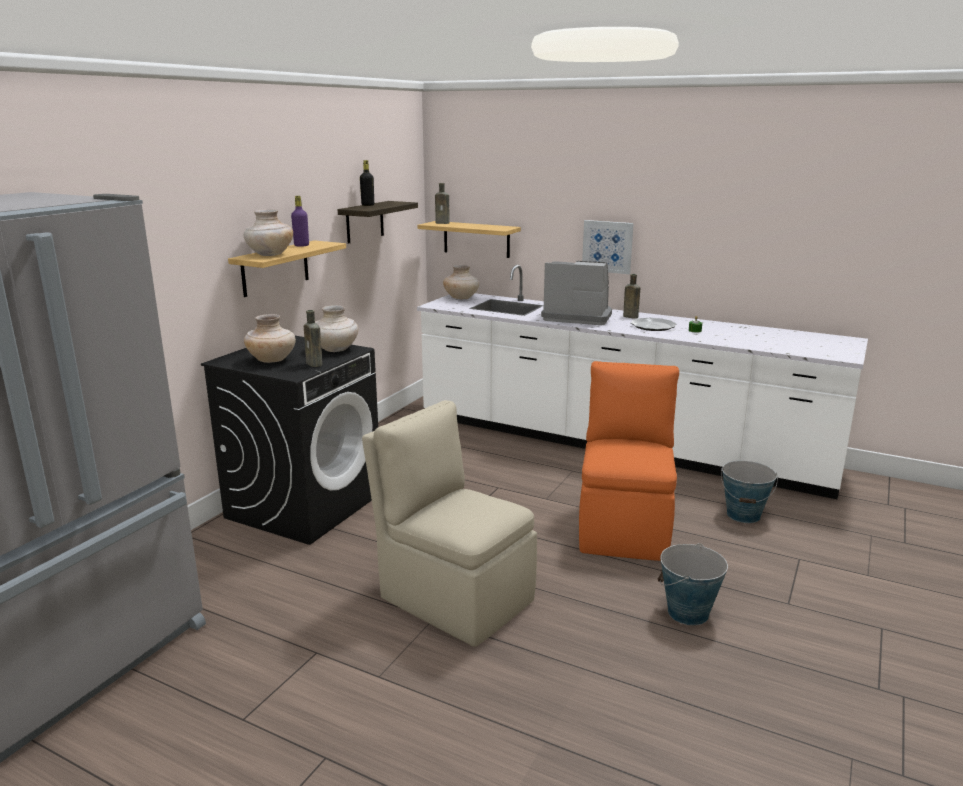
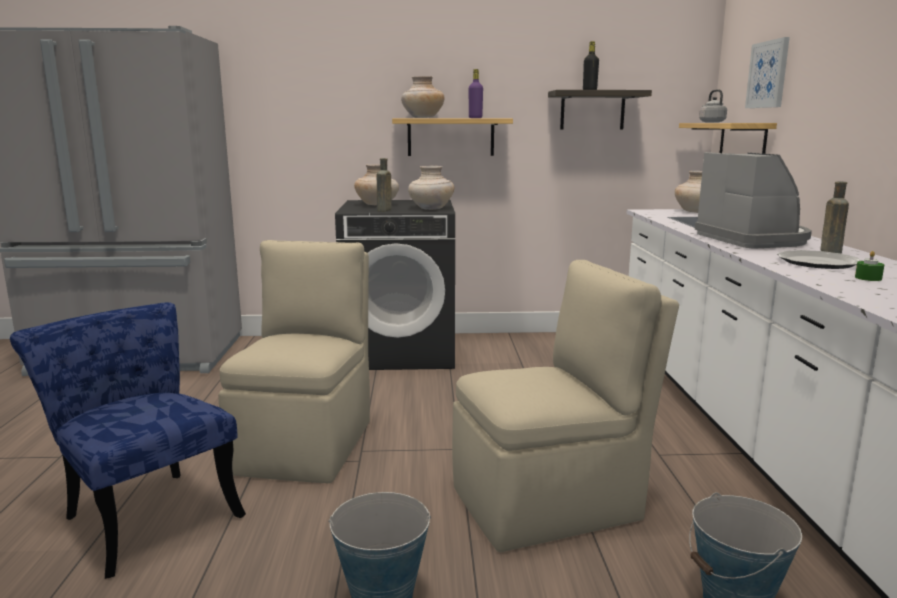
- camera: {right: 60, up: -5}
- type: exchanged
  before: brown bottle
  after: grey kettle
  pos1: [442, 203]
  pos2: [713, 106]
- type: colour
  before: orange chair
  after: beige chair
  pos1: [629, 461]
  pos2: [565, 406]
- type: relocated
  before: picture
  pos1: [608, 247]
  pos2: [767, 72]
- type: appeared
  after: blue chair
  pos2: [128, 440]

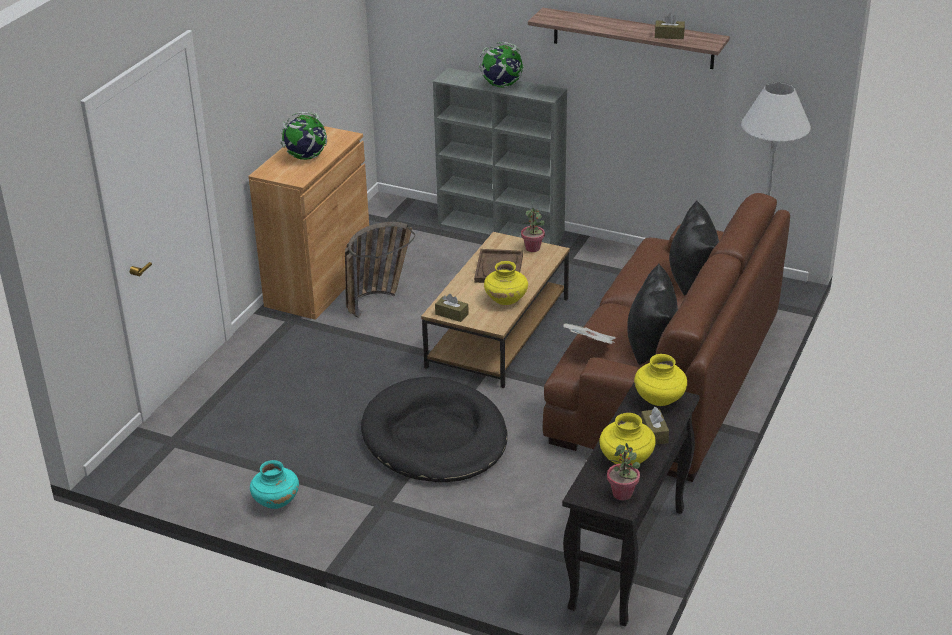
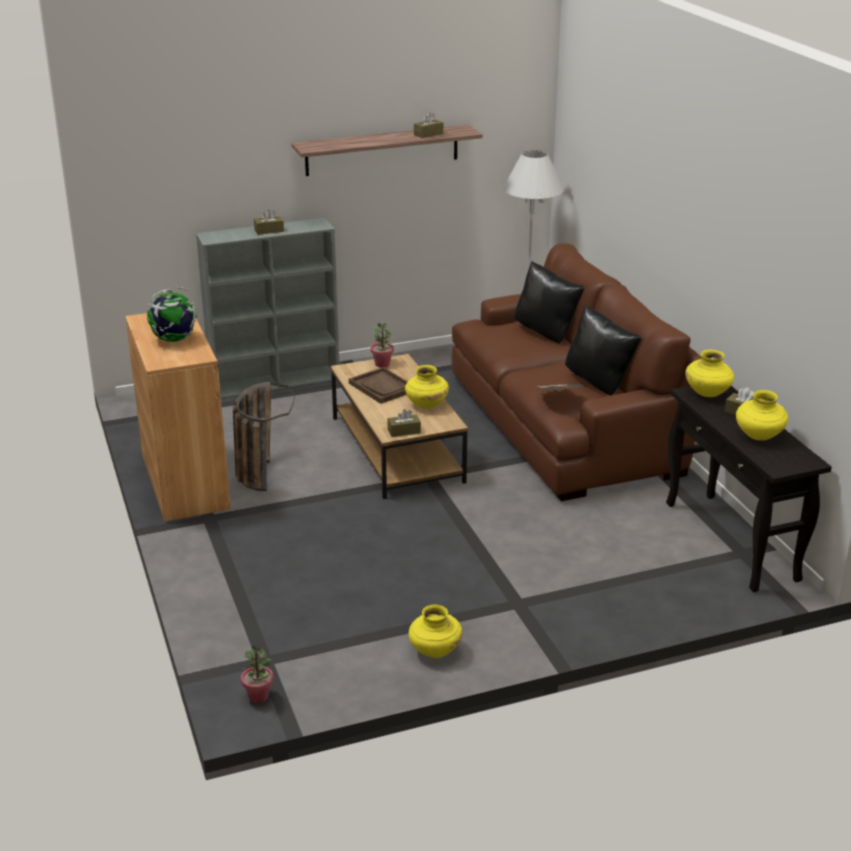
- camera: {right: -45, up: -5}
- type: colour
  before: turquoise vase
  after: yellow vase
  pos1: [274, 484]
  pos2: [436, 631]
- type: missing
  before: black dog bed
  pos1: [434, 429]
- type: exchanged
  before: globe
  after: brown tissue box
  pos1: [501, 65]
  pos2: [269, 222]
- type: relocated
  before: potted plant
  pos1: [623, 472]
  pos2: [257, 674]

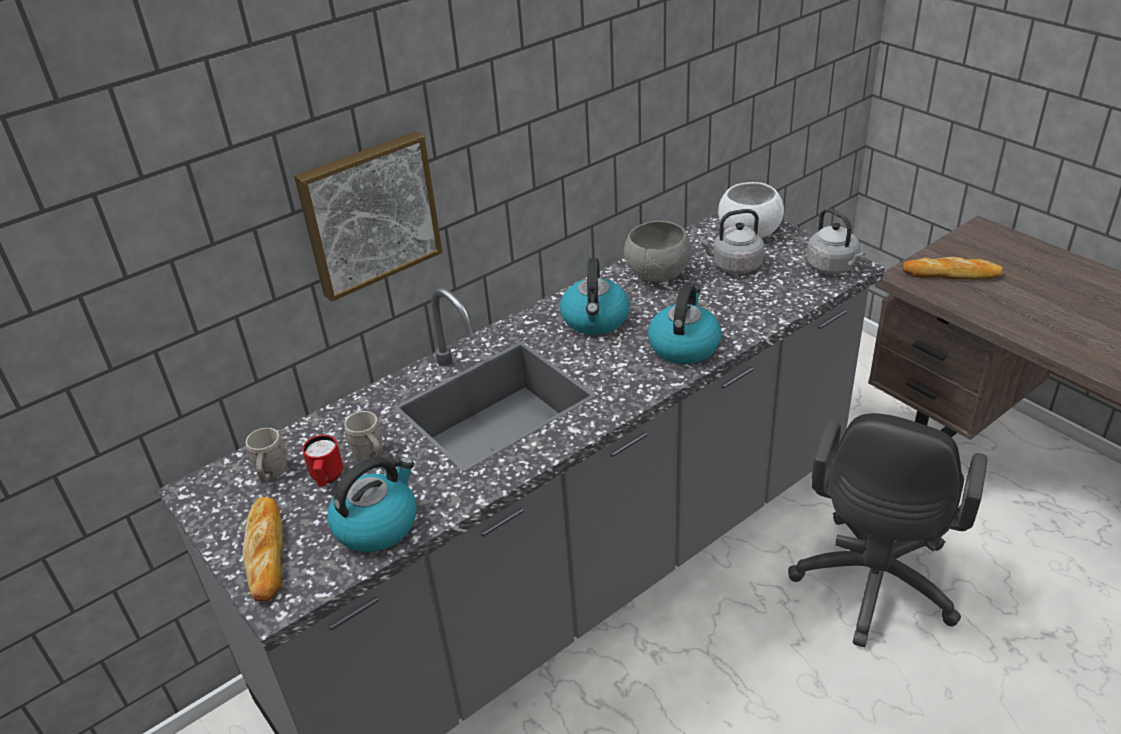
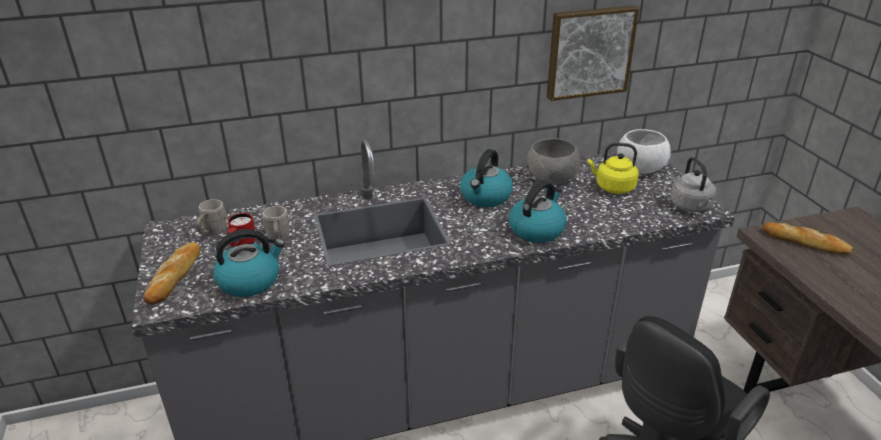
- camera: {right: 20, up: -5}
- type: relocated
  before: picture
  pos1: [368, 216]
  pos2: [593, 53]
- type: colour
  before: grey kettle
  after: yellow kettle
  pos1: [732, 241]
  pos2: [613, 168]

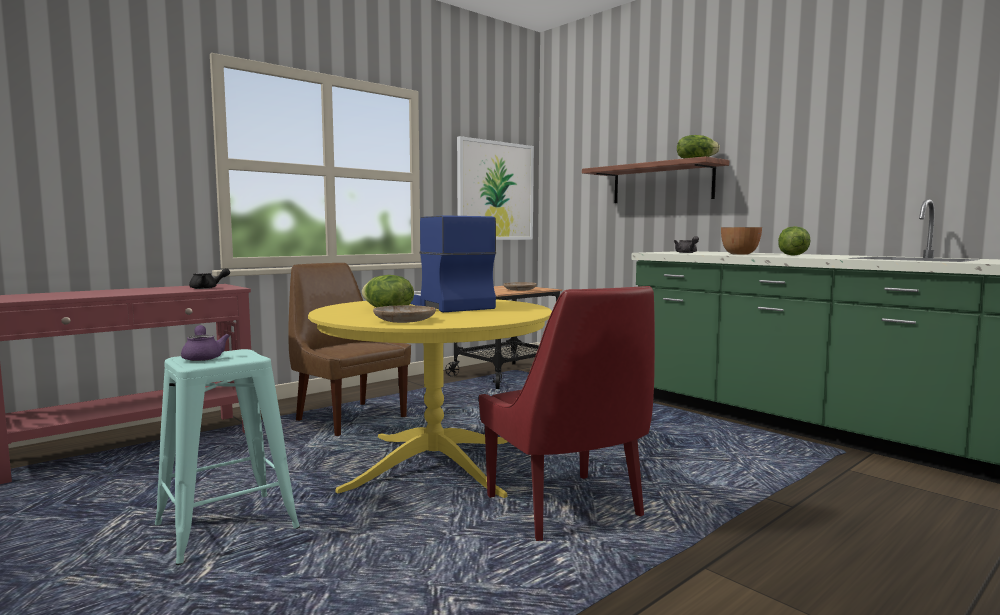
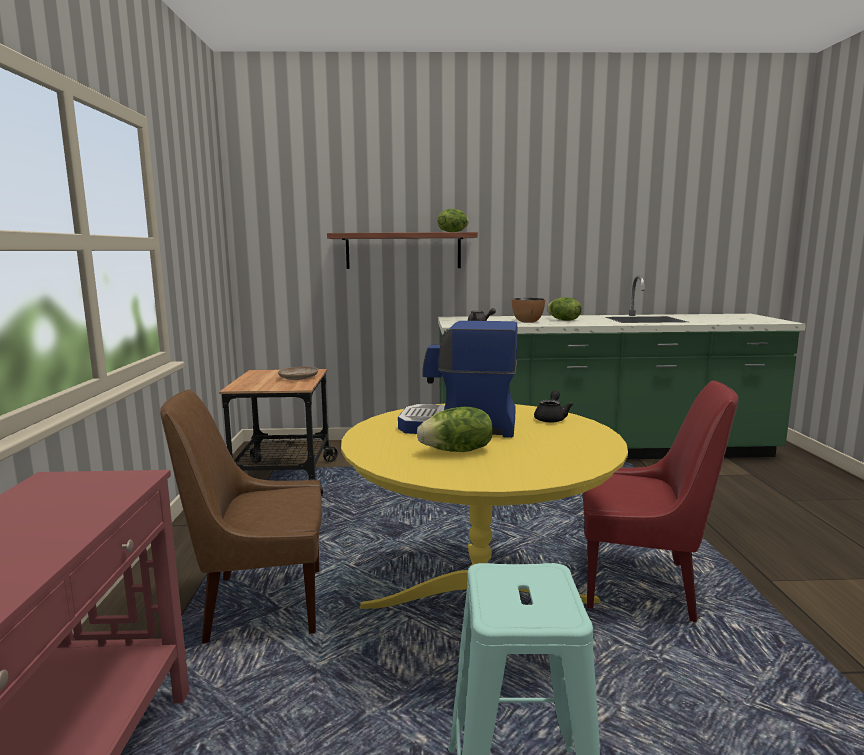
- camera: {right: -50, up: 5}
- type: missing
  before: purple teapot
  pos1: [205, 343]
- type: relocated
  before: black teapot
  pos1: [209, 278]
  pos2: [553, 406]
- type: missing
  before: beige plate
  pos1: [404, 314]
- type: missing
  before: picture
  pos1: [495, 188]

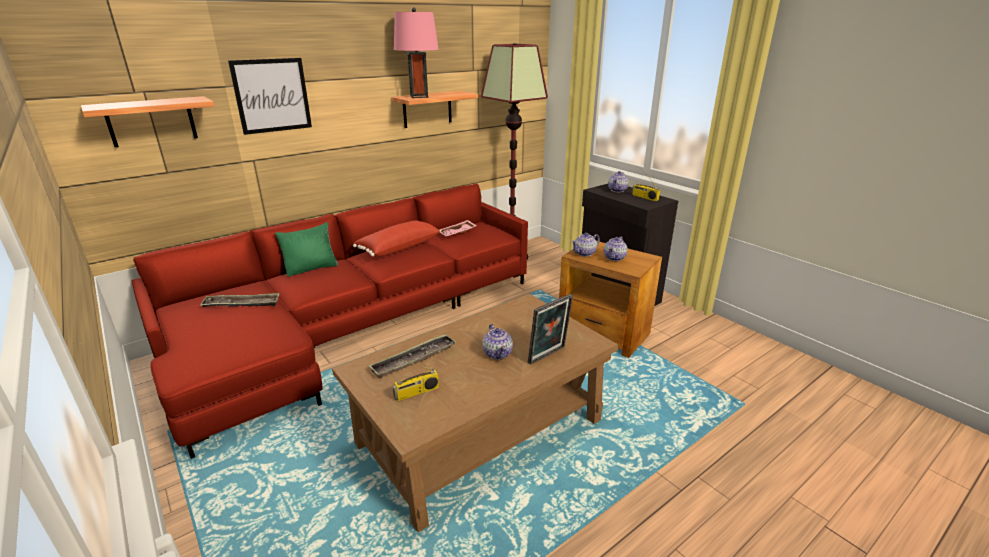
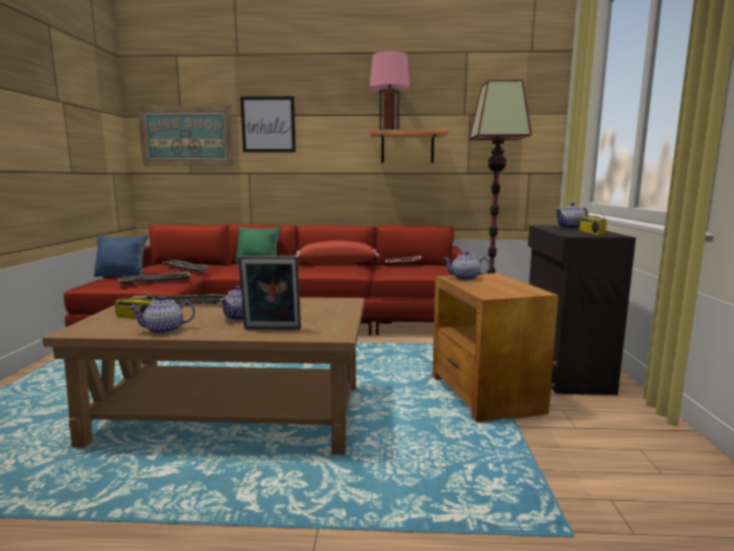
- camera: {right: 40, up: -15}
- type: exchanged
  before: shelf
  after: picture
  pos1: [148, 121]
  pos2: [185, 136]
- type: relocated
  before: teapot
  pos1: [616, 249]
  pos2: [162, 315]
- type: appeared
  after: blue pillow
  pos2: [121, 256]
- type: appeared
  after: tray
  pos2: [154, 277]

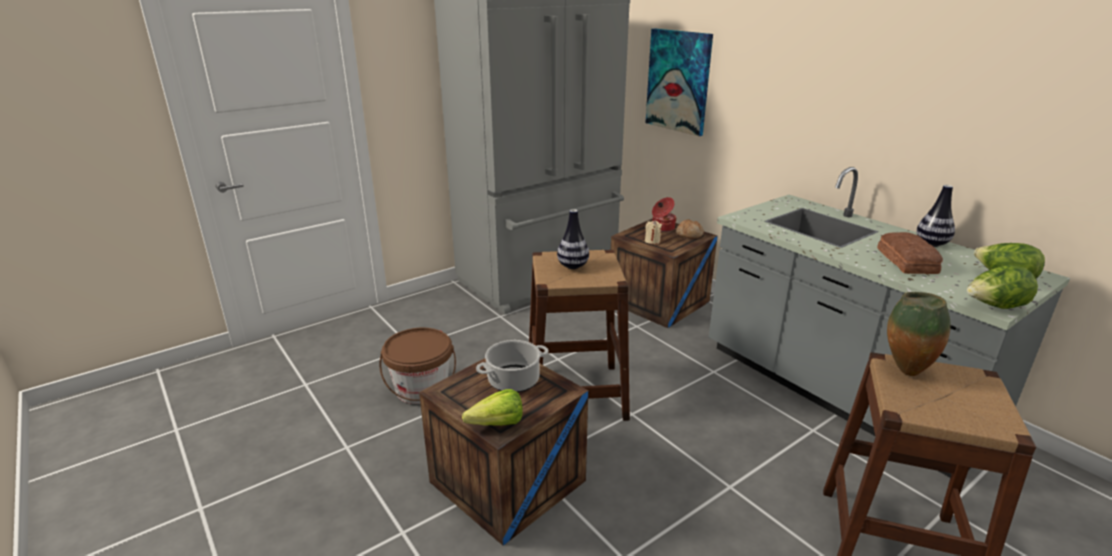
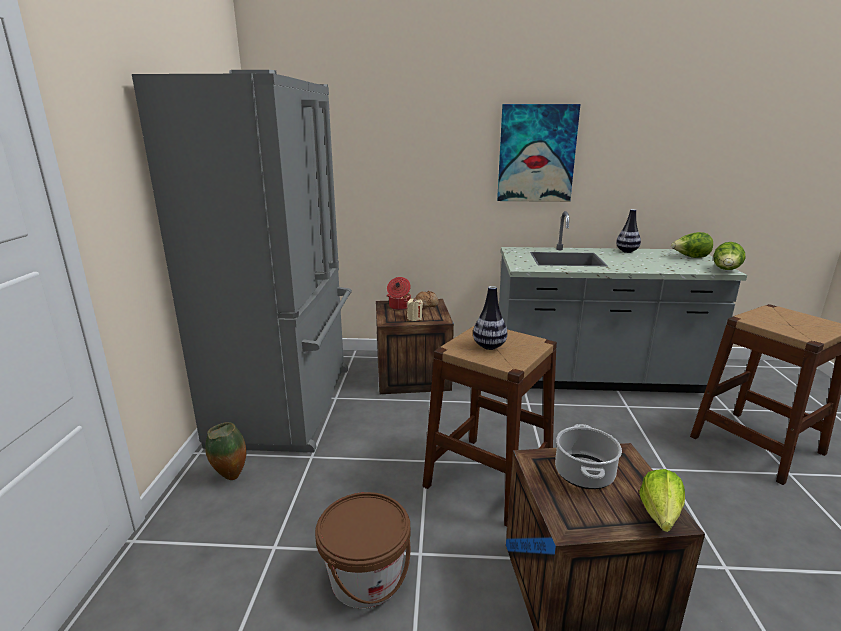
- camera: {right: -50, up: -5}
- type: relocated
  before: picture
  pos1: [679, 82]
  pos2: [538, 153]
- type: missing
  before: bread
  pos1: [910, 253]
- type: relocated
  before: vase
  pos1: [919, 334]
  pos2: [225, 451]

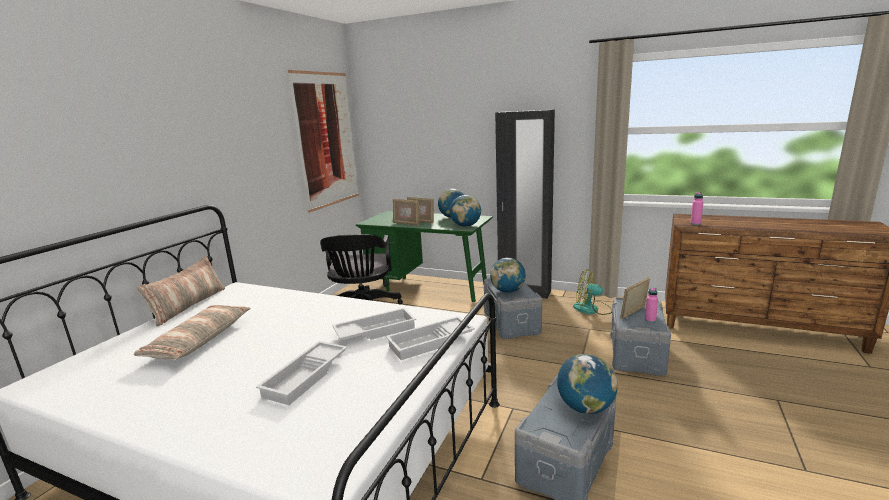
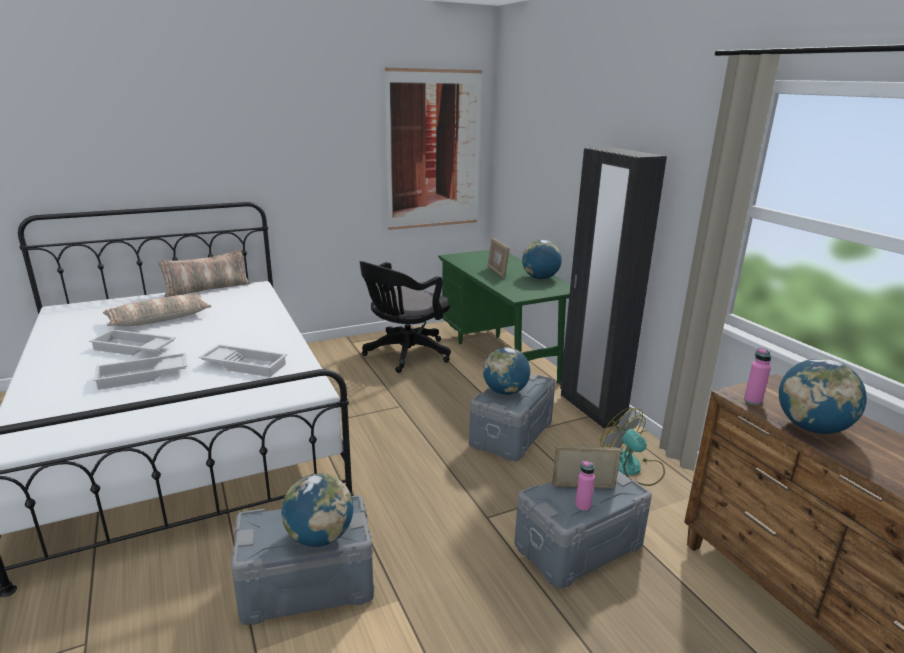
- camera: {right: 40, up: 5}
- type: relocated
  before: white tray
  pos1: [430, 338]
  pos2: [132, 342]
- type: missing
  before: picture frame
  pos1: [406, 212]
- type: relocated
  before: globe
  pos1: [465, 211]
  pos2: [823, 396]

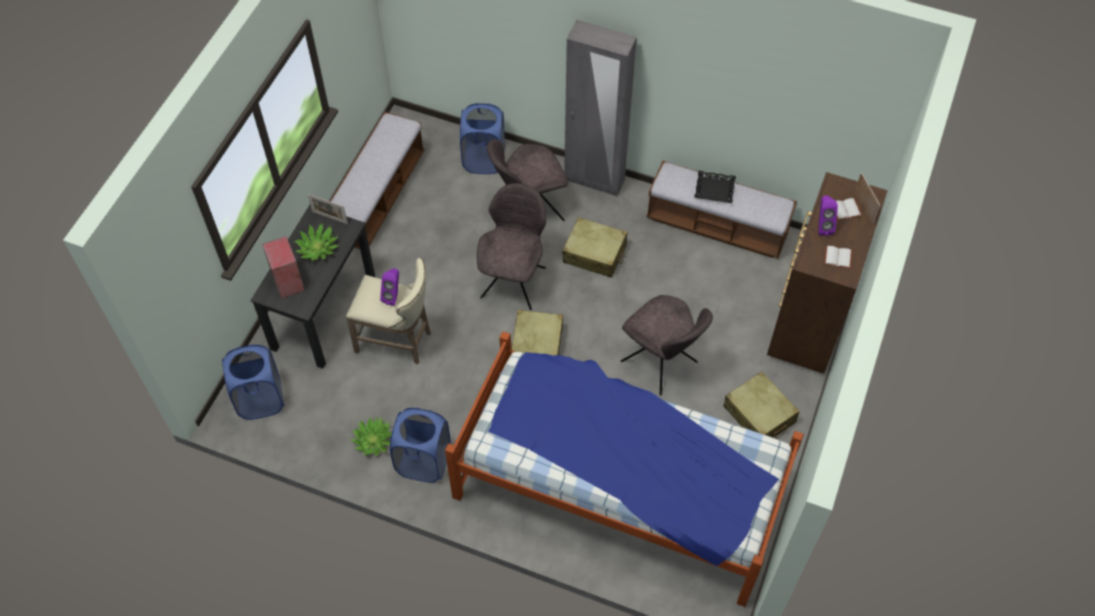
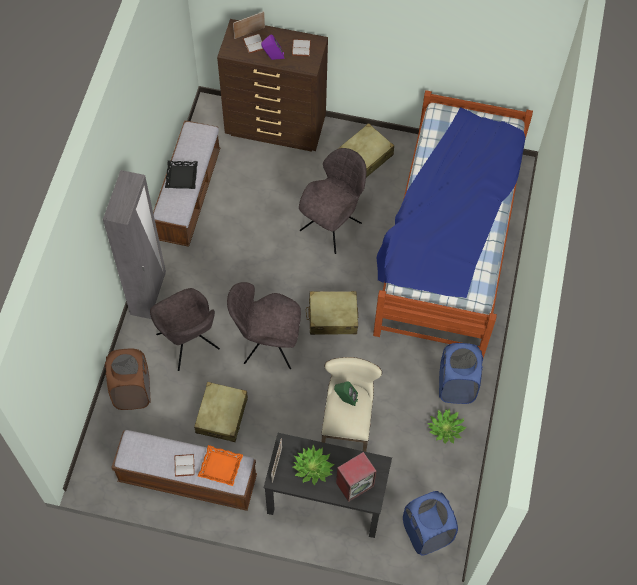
- camera: {right: -100, up: 5}
- type: colour
  before: purple speaker
  after: green speaker
  pos1: [389, 287]
  pos2: [346, 394]
- type: colour
  before: blue laundry basket
  after: brown laundry basket
  pos1: [482, 138]
  pos2: [128, 379]
- type: relocated
  before: beige suitcase
  pos1: [594, 247]
  pos2: [221, 412]
- type: appeared
  after: white book
  pos2: [185, 465]
- type: appeared
  after: orange tray
  pos2: [220, 465]

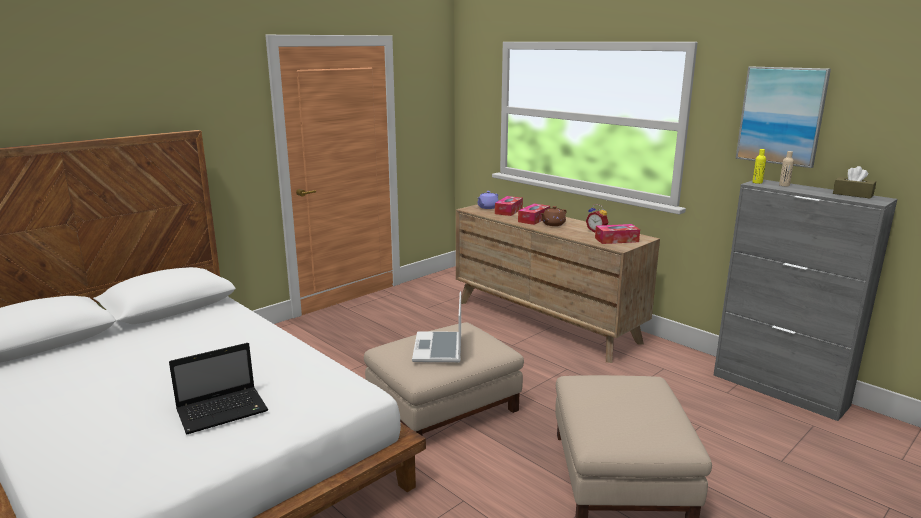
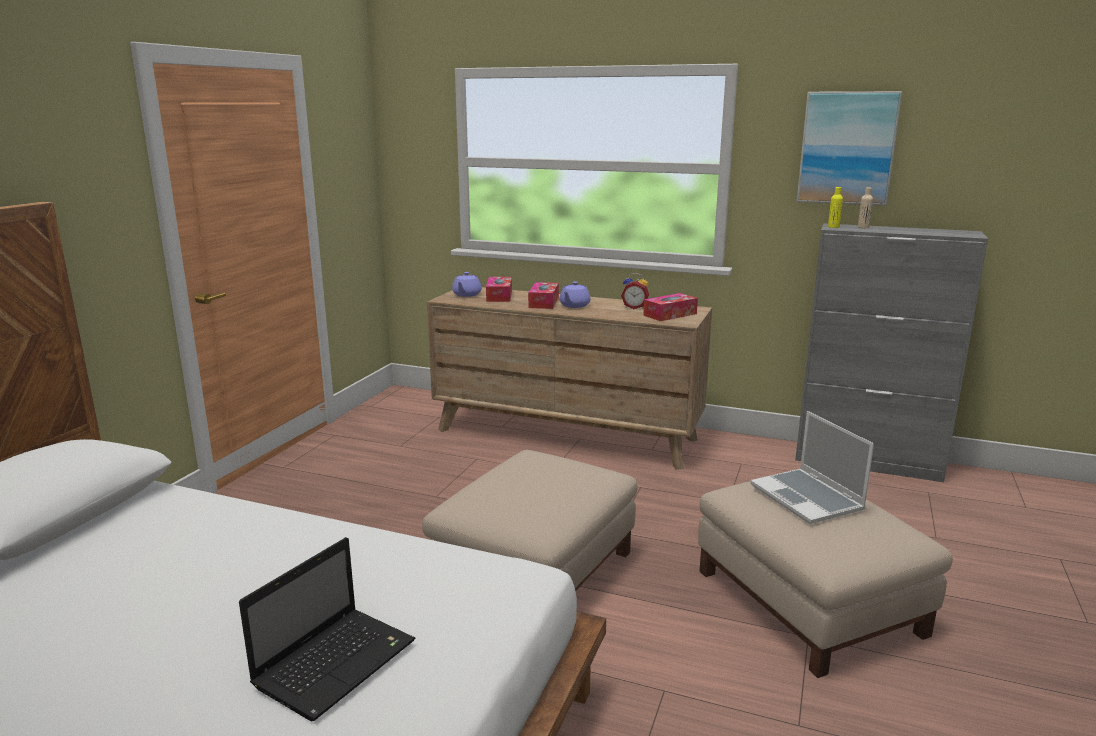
- camera: {right: -25, up: 0}
- type: relocated
  before: laptop
  pos1: [436, 327]
  pos2: [812, 467]
- type: colour
  before: brown teapot
  after: purple teapot
  pos1: [553, 216]
  pos2: [574, 294]
- type: missing
  before: brown tissue box
  pos1: [854, 182]

